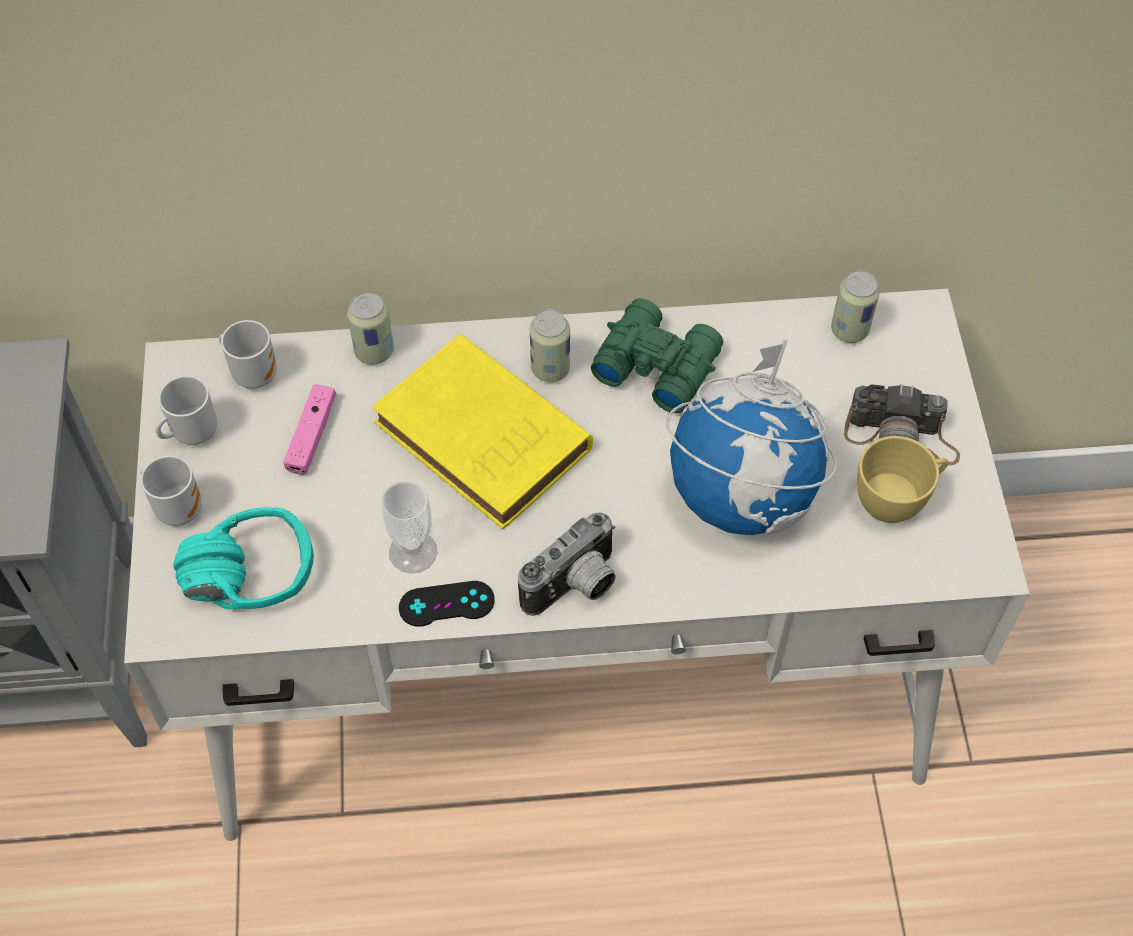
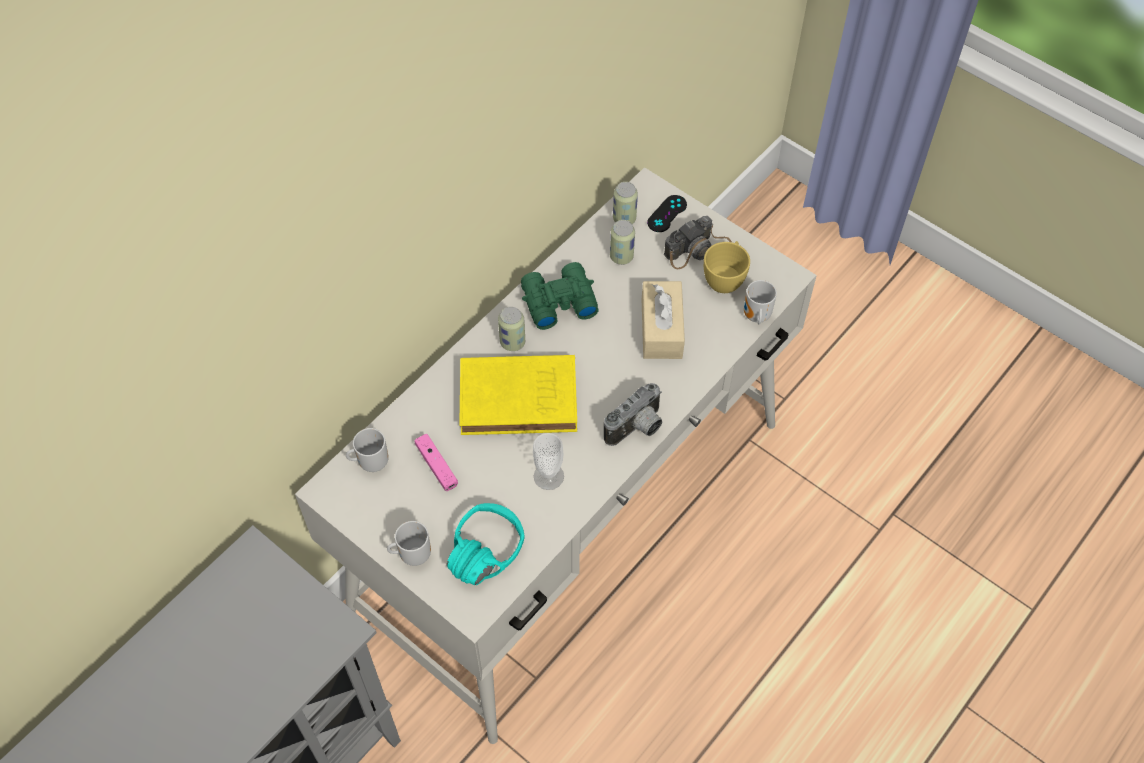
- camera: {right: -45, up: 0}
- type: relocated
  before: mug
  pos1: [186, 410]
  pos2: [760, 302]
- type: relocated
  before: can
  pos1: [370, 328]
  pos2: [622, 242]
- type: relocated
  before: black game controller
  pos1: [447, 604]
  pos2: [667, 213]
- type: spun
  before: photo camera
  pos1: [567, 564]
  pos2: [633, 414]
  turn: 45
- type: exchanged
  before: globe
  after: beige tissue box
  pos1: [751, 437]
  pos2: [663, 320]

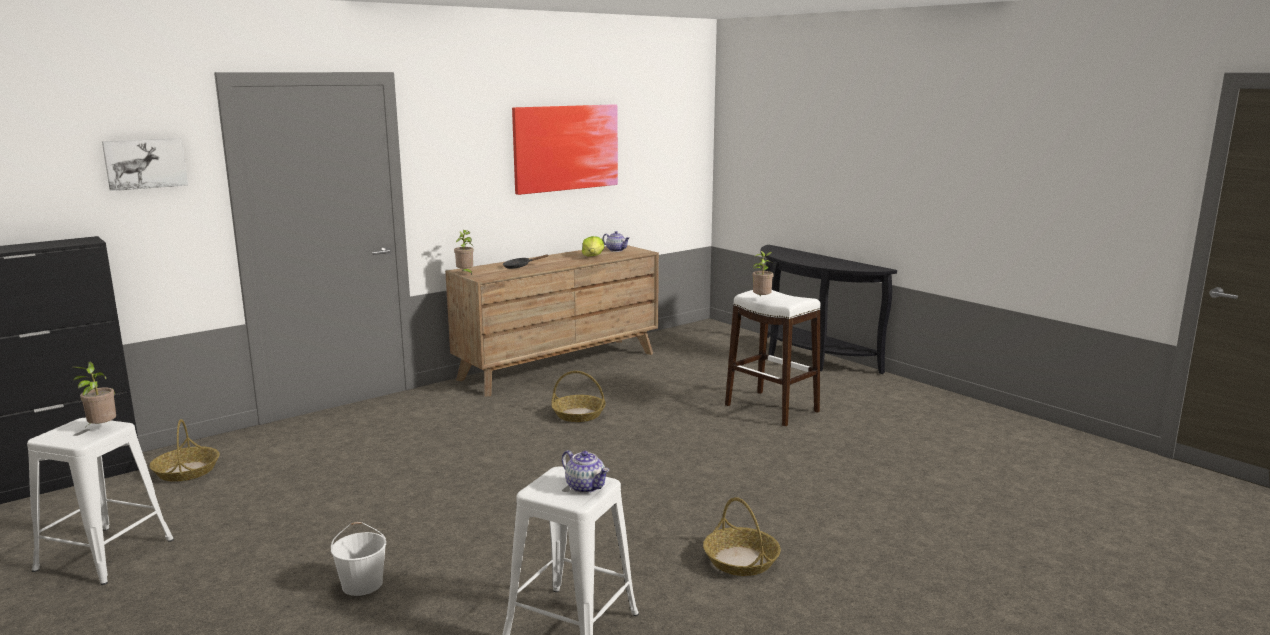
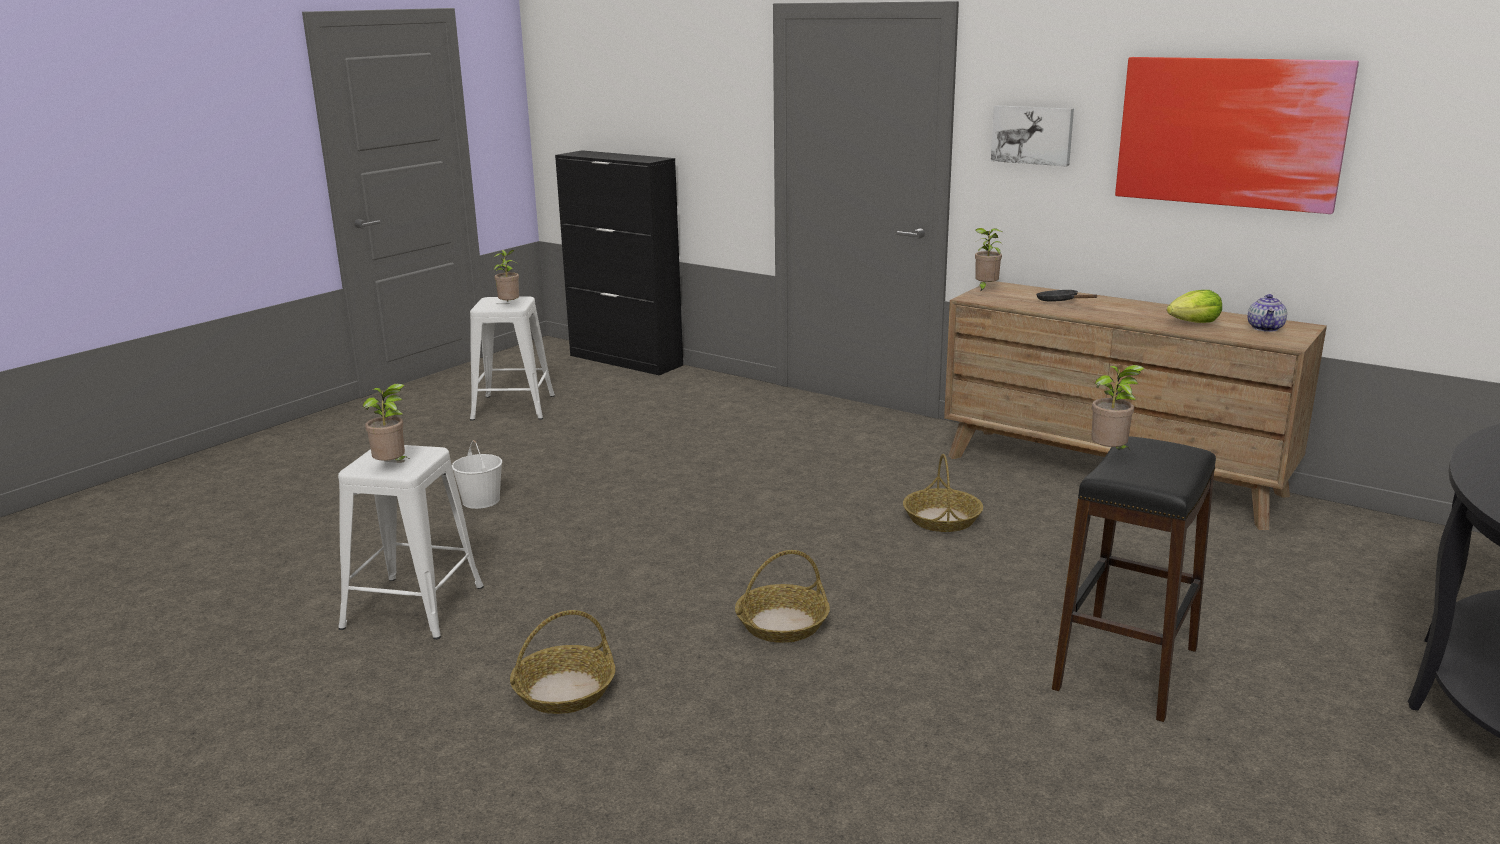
- camera: {right: 75, up: 5}
- type: relocated
  before: picture
  pos1: [145, 164]
  pos2: [1032, 136]
- type: relocated
  before: basket
  pos1: [184, 450]
  pos2: [782, 596]
- type: exchanged
  before: teapot
  after: potted plant
  pos1: [585, 471]
  pos2: [385, 422]
- type: colour
  before: white stool
  after: black stool
  pos1: [772, 358]
  pos2: [1134, 579]

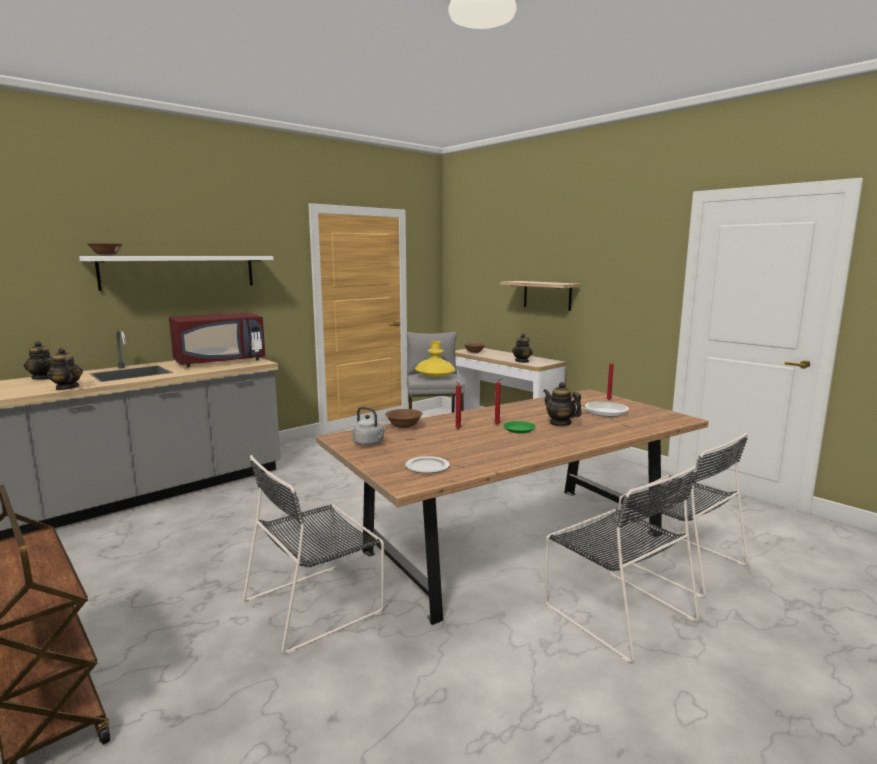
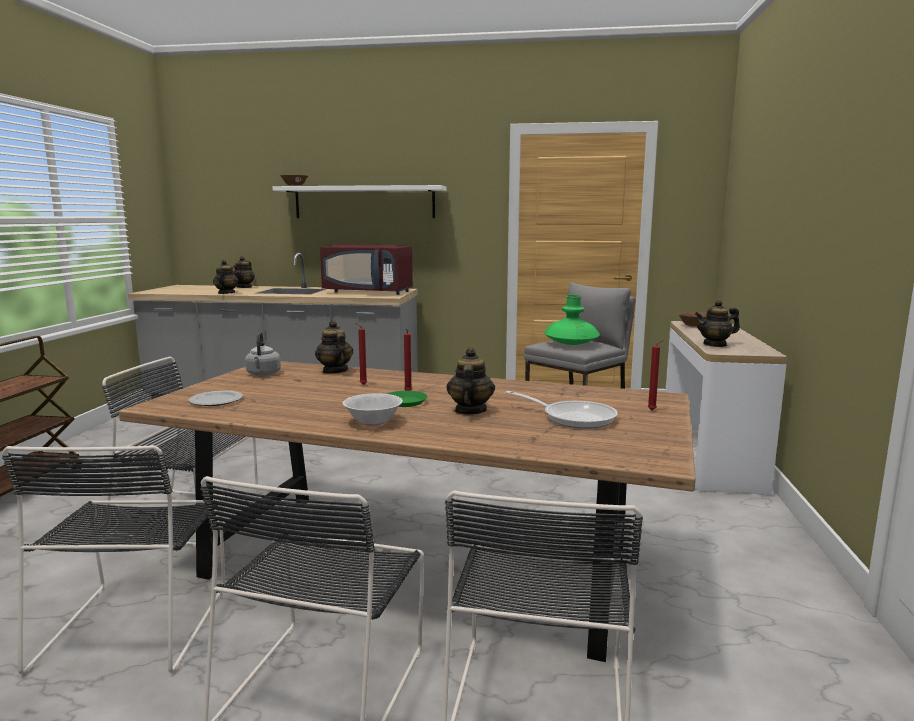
- camera: {right: 50, up: 0}
- type: exchanged
  before: brown bowl
  after: teapot
  pos1: [404, 419]
  pos2: [334, 347]
- type: colour
  before: yellow vase
  after: green vase
  pos1: [435, 359]
  pos2: [572, 320]
- type: missing
  before: shelf
  pos1: [540, 296]
- type: appeared
  after: black chair
  pos2: [113, 559]
- type: appeared
  after: white bowl
  pos2: [373, 409]

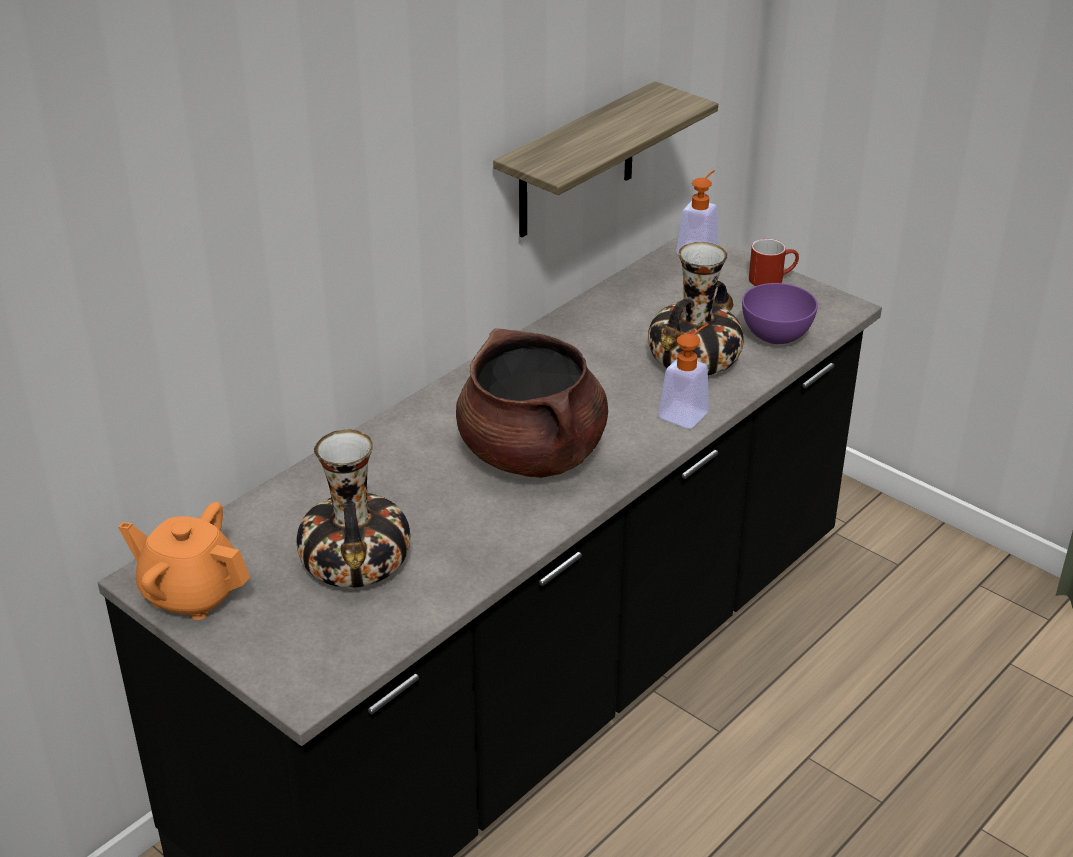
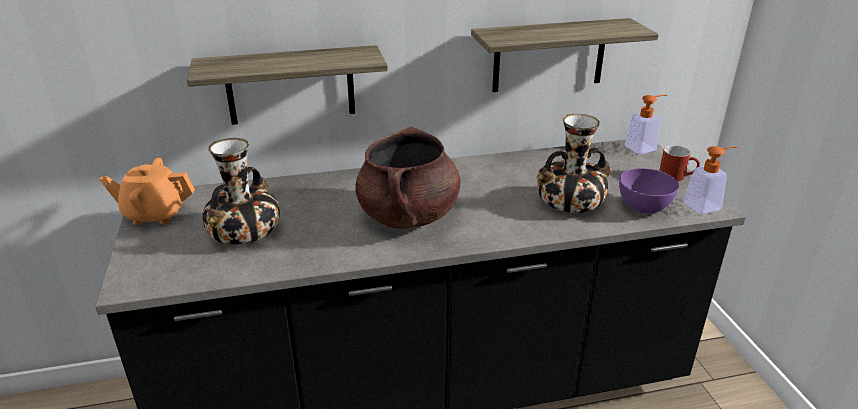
- camera: {right: 35, up: -5}
- type: spun
  before: orange teapot
  pos1: [184, 561]
  pos2: [147, 191]
  turn: -60
- type: relocated
  before: soap dispenser
  pos1: [683, 376]
  pos2: [710, 180]
- type: appeared
  after: shelf
  pos2: [287, 85]

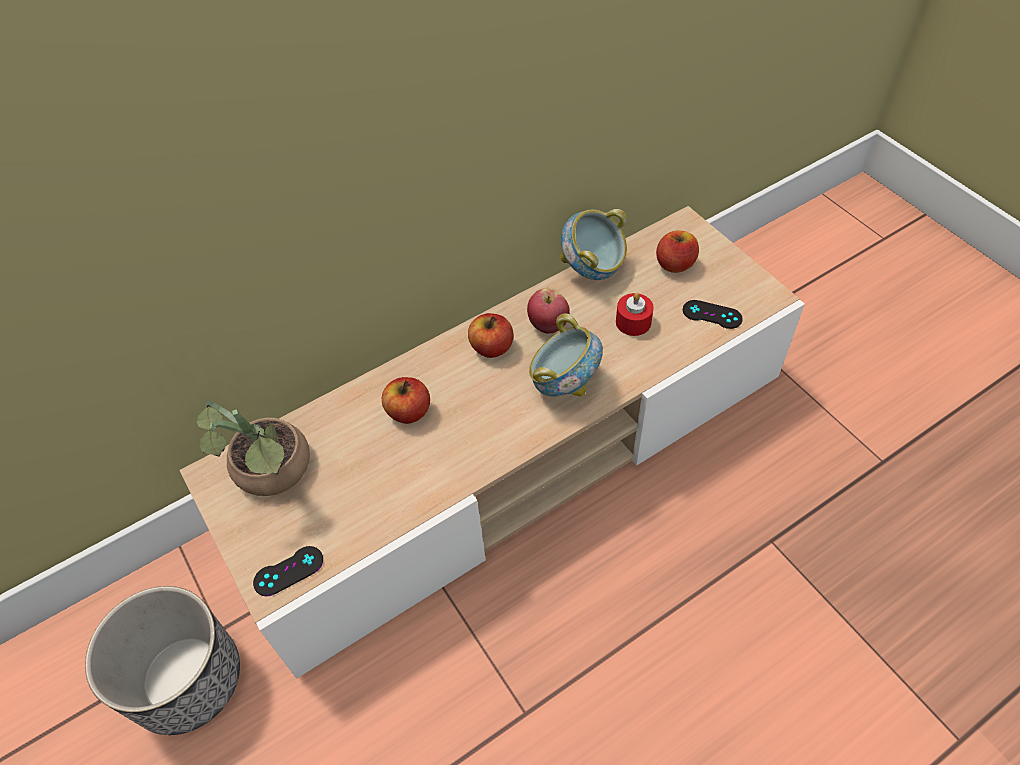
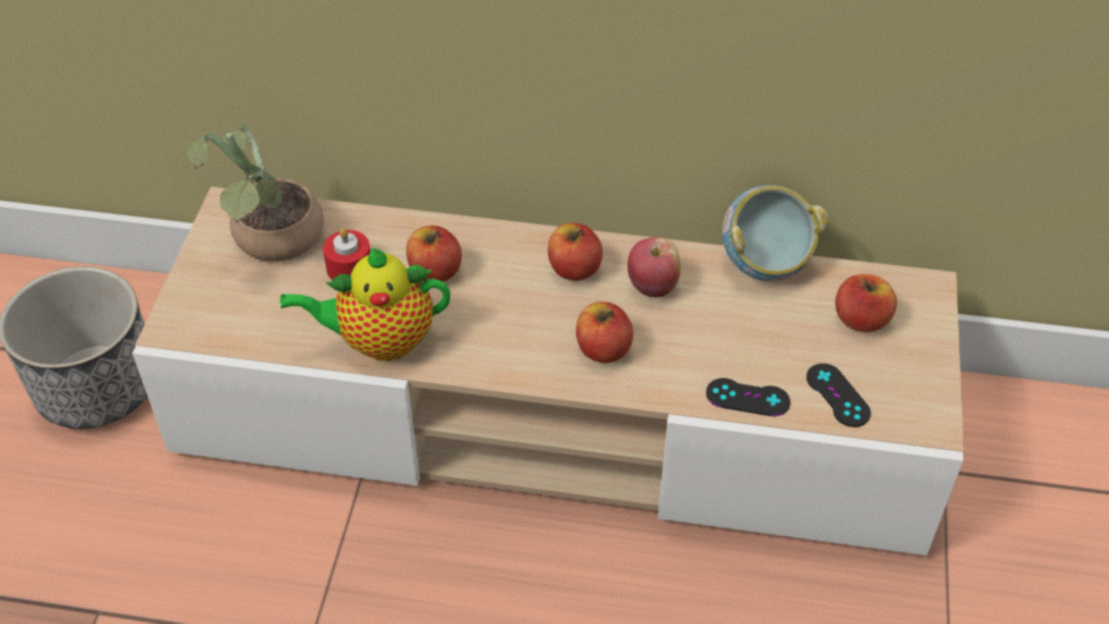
- camera: {right: 40, up: -5}
- type: relocated
  before: black game controller
  pos1: [288, 571]
  pos2: [748, 397]
- type: exchanged
  before: bowl
  after: apple
  pos1: [566, 355]
  pos2: [604, 332]
- type: relocated
  before: red candle
  pos1: [635, 314]
  pos2: [347, 254]
- type: appeared
  after: teapot
  pos2: [365, 304]

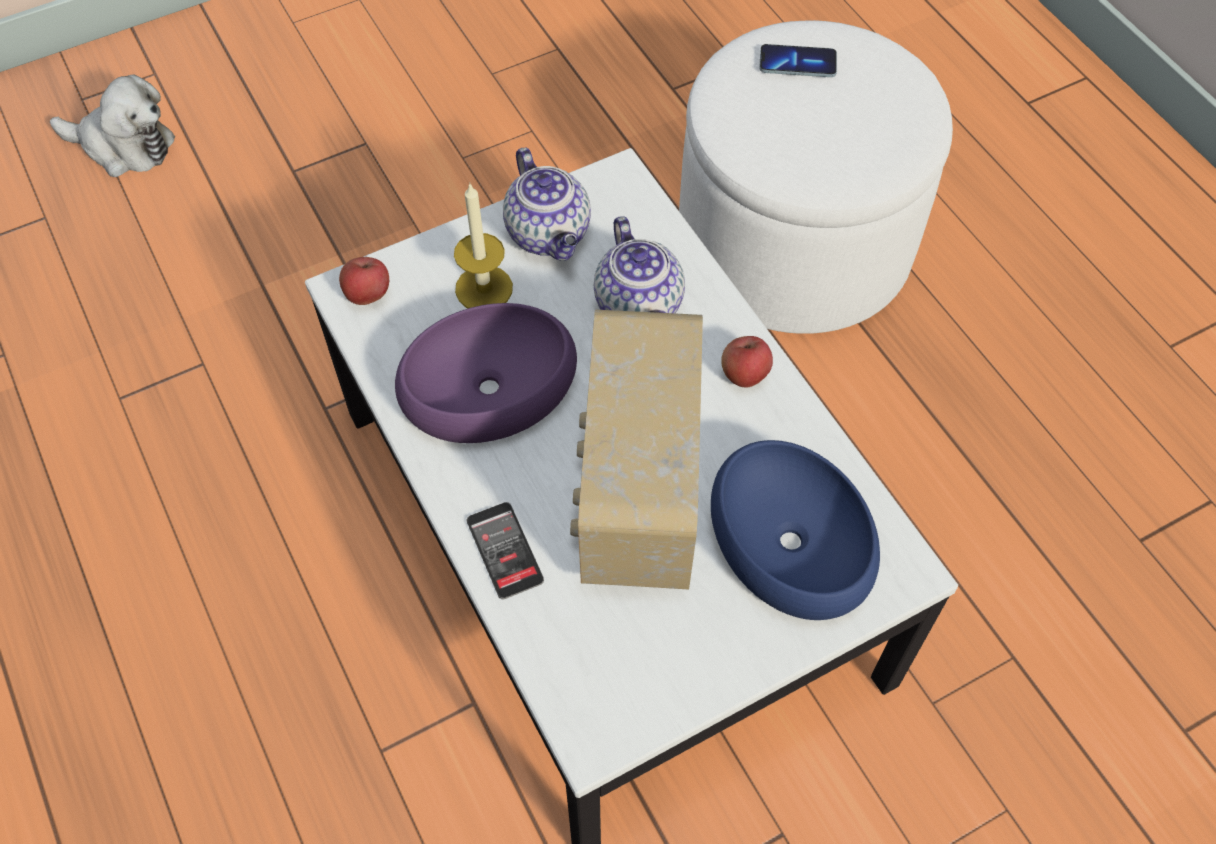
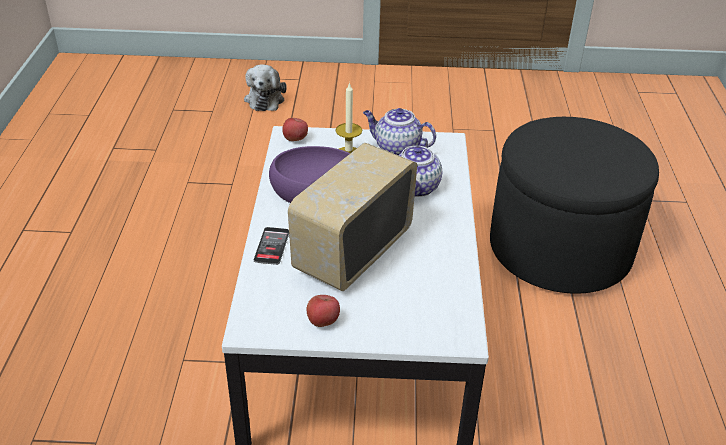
- camera: {right: 30, up: -20}
- type: spun
  before: plush toy
  pos1: [112, 125]
  pos2: [265, 87]
  turn: 45
- type: spun
  before: teapot
  pos1: [547, 204]
  pos2: [399, 131]
  turn: 105
- type: colour
  before: white ottoman
  after: black ottoman
  pos1: [816, 177]
  pos2: [574, 205]
- type: missing
  before: blue bowl
  pos1: [795, 530]
- type: relocated
  before: apple
  pos1: [747, 361]
  pos2: [323, 311]
- type: missing
  before: phone
  pos1: [798, 60]

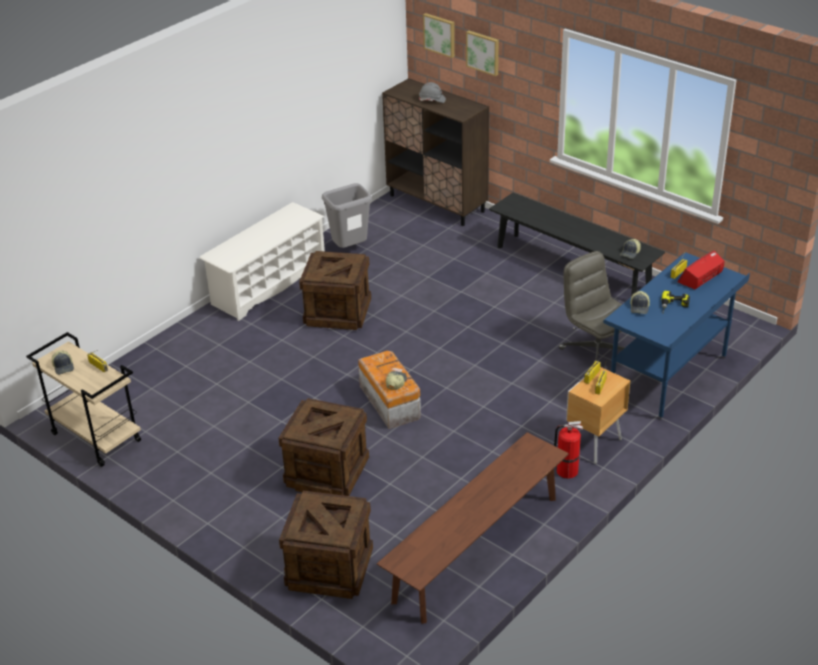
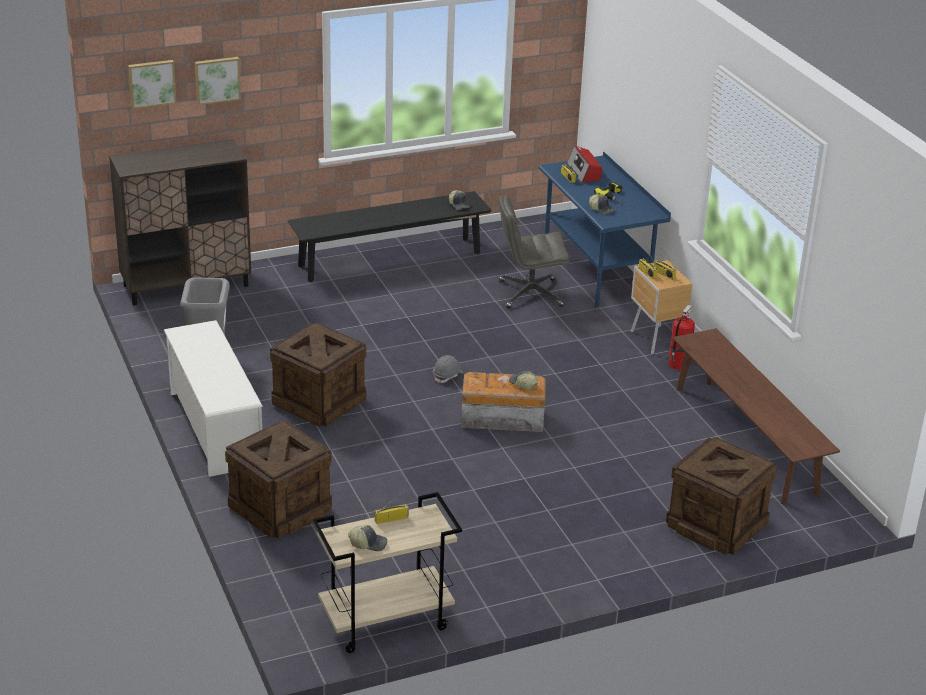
- camera: {right: -65, up: -5}
- type: relocated
  before: crate
  pos1: [323, 447]
  pos2: [278, 479]
- type: relocated
  before: grey hard hat
  pos1: [432, 92]
  pos2: [448, 369]

